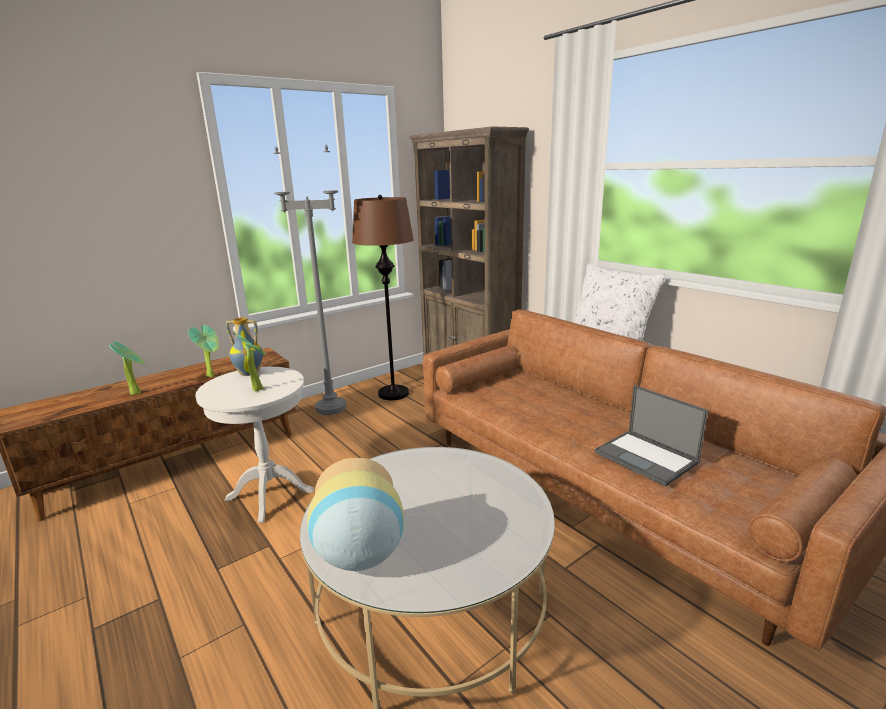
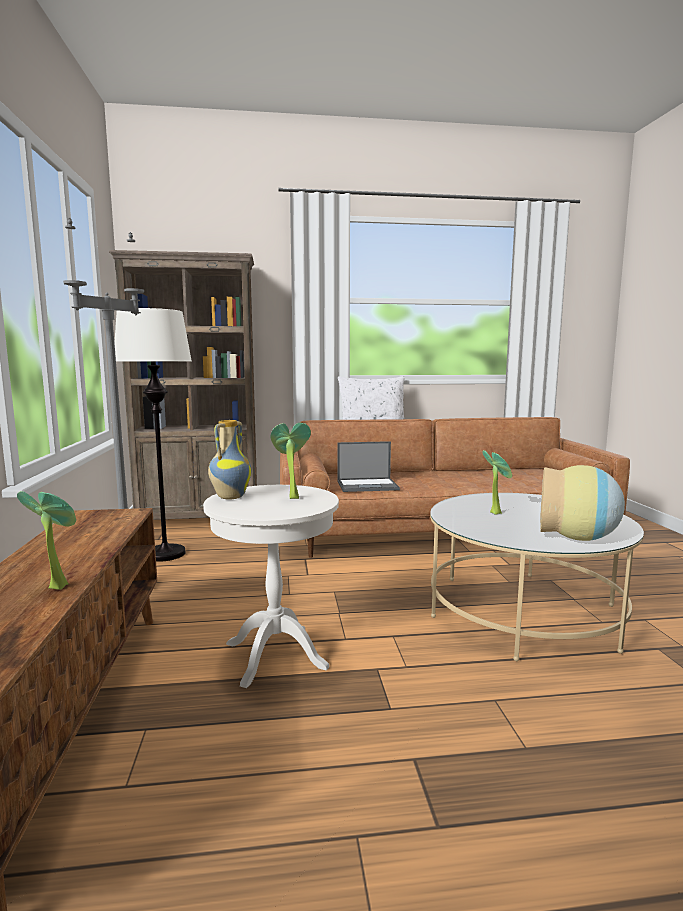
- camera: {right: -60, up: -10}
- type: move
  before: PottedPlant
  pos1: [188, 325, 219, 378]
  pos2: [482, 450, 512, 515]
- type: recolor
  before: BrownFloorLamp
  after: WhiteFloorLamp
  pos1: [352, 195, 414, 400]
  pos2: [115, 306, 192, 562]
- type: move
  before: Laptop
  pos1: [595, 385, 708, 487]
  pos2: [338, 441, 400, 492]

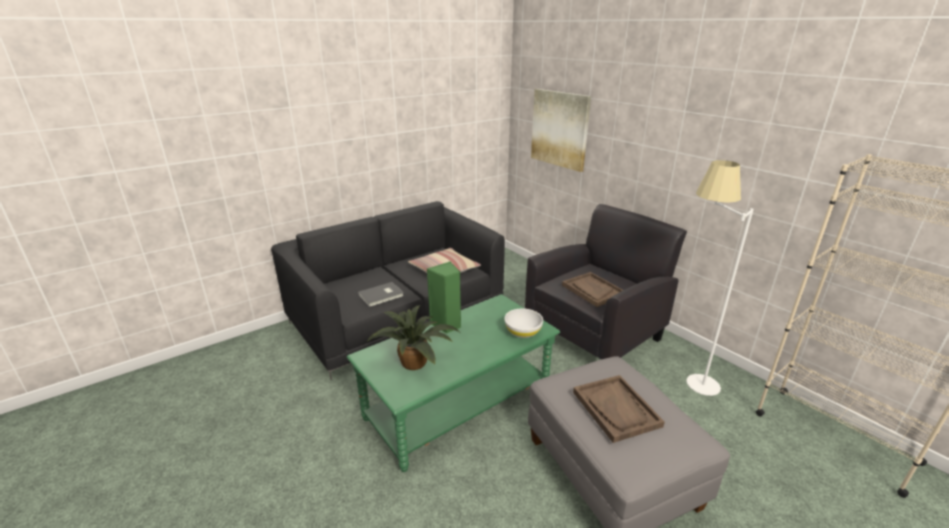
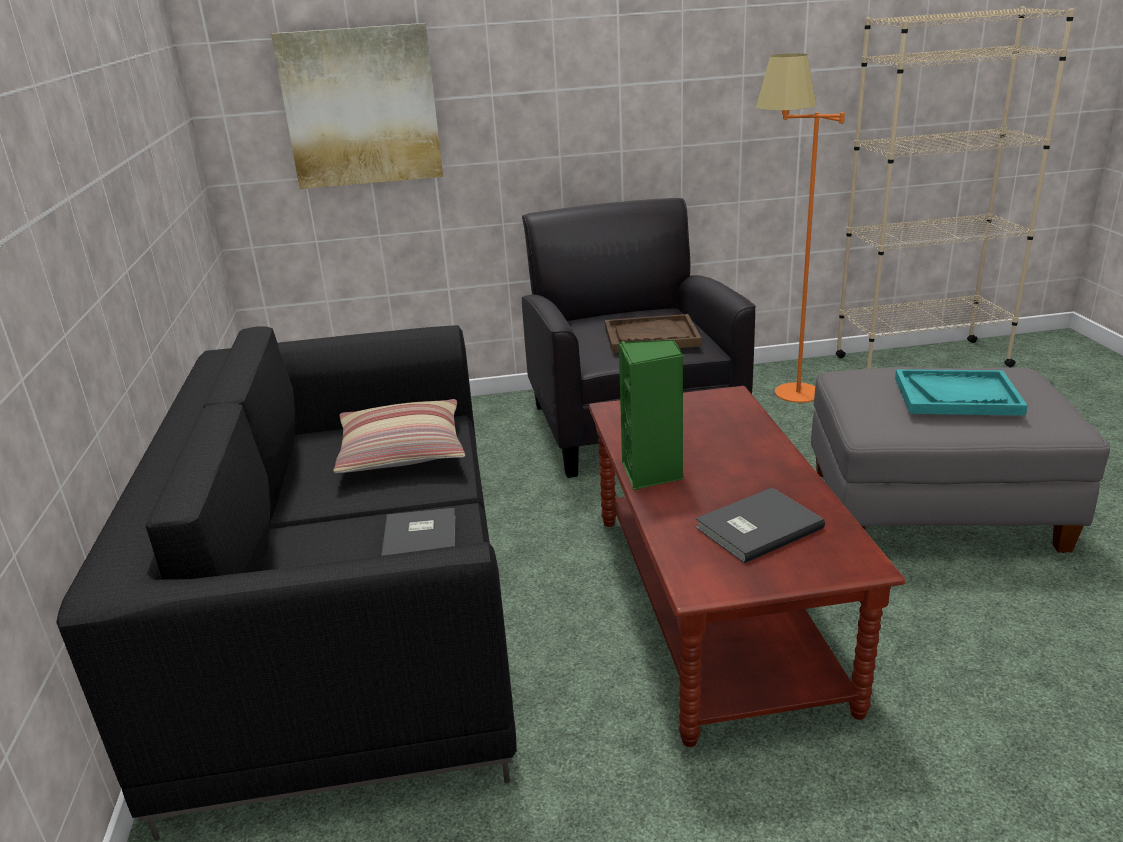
- camera: {right: -60, up: 0}
- type: recolor
  before: GreenCoffeeTable
  after: BrownCoffeeTable
  pos1: [347, 294, 560, 472]
  pos2: [589, 386, 906, 747]
- type: replace
  before: PottedPlant
  after: GreyBook
  pos1: [366, 305, 459, 370]
  pos2: [695, 488, 825, 563]
- type: delete
  before: WhiteBowl
  pos1: [504, 309, 543, 338]
- type: recolor
  before: BrownTray
  after: TurquoiseTray
  pos1: [573, 375, 665, 443]
  pos2: [895, 369, 1028, 416]
- type: recolor
  before: WhiteFloorLamp
  after: OrangeFloorLamp
  pos1: [686, 160, 754, 396]
  pos2: [756, 53, 845, 403]

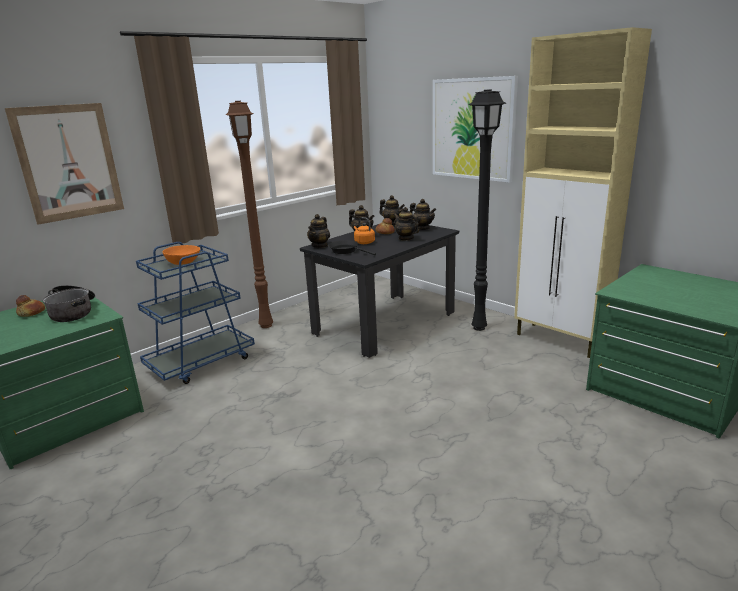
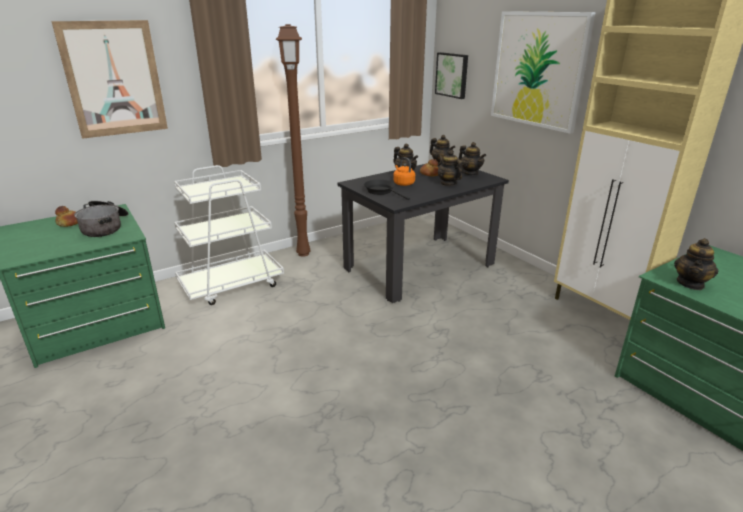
- camera: {right: 10, up: 5}
- type: recolor
  before: BlueCart
  after: WhiteCart
  pos1: [136, 242, 255, 384]
  pos2: [174, 165, 284, 305]
- type: delete
  before: OrangeBowl
  pos1: [163, 245, 200, 265]
- type: move
  before: Teapot
  pos1: [307, 214, 330, 248]
  pos2: [674, 238, 719, 290]
- type: delete
  before: BlackFloorLamp
  pos1: [468, 89, 506, 331]
- type: insert
  after: Picture
  pos2: [435, 52, 468, 99]

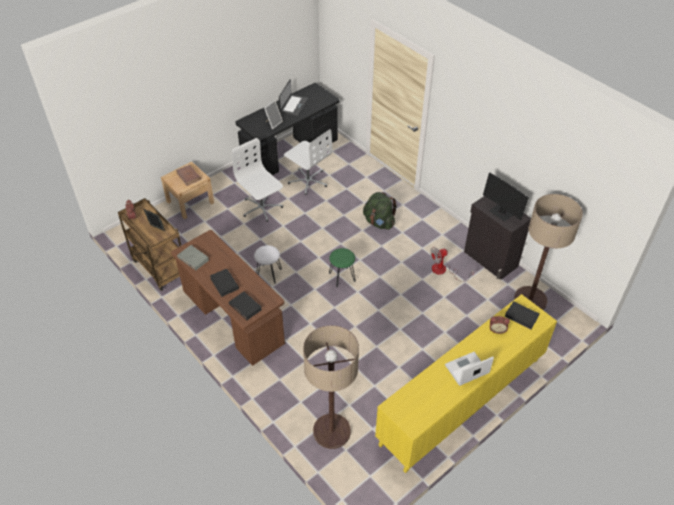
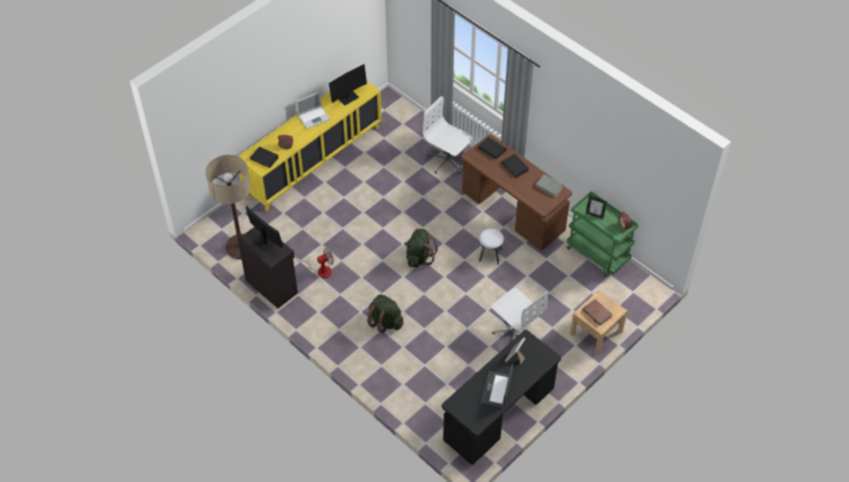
- camera: {right: 175, up: 5}
- type: recolor
  before: BrownCart
  after: GreenCart
  pos1: [118, 198, 181, 291]
  pos2: [567, 191, 639, 277]
- type: move
  before: WhiteOfficeChair
  pos1: [284, 129, 332, 194]
  pos2: [423, 96, 473, 174]
- type: delete
  before: FloorLamp
  pos1: [303, 325, 359, 449]
- type: replace
  before: GreenStool
  after: GreenBackpack
  pos1: [329, 248, 355, 287]
  pos2: [404, 229, 438, 268]
- type: insert
  after: Monitor
  pos2: [329, 64, 367, 105]

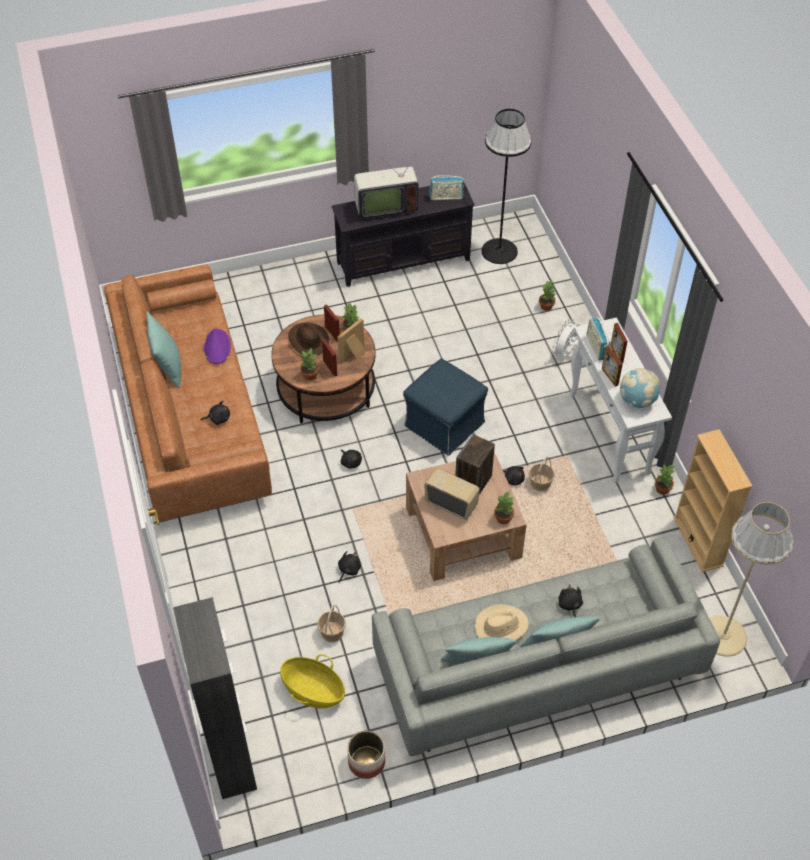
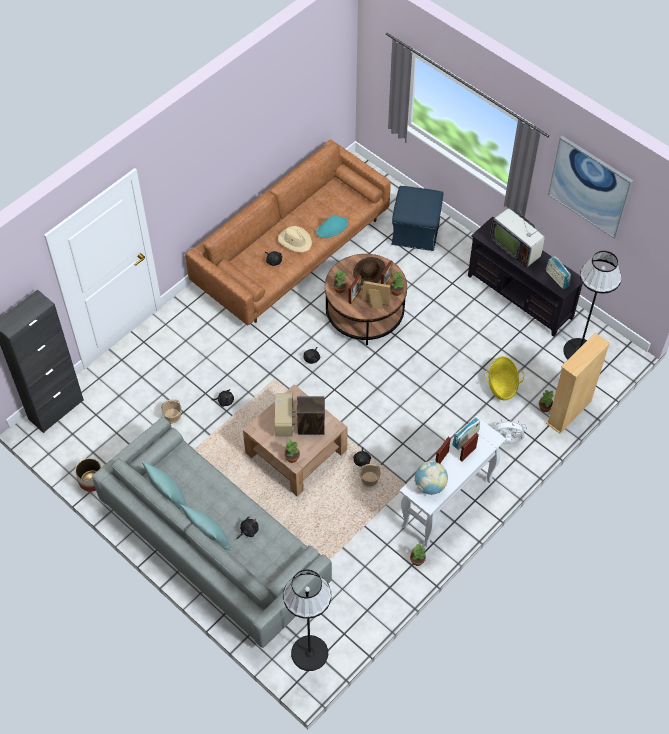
- camera: {right: 60, up: 5}
- type: delete
  before: TurquoisePillow
  pos1: [146, 312, 181, 388]
- type: recolor
  before: PurpleHat
  after: TurquoiseHat
  pos1: [203, 329, 231, 364]
  pos2: [316, 214, 348, 238]
- type: move
  before: Basket
  pos1: [280, 654, 345, 709]
  pos2: [485, 356, 524, 400]
- type: move
  before: BlueOttoman
  pos1: [403, 358, 488, 456]
  pos2: [391, 186, 443, 251]
- type: move
  before: BeigeHat
  pos1: [475, 604, 529, 640]
  pos2: [278, 226, 312, 252]
- type: move
  before: BeigeBookcase
  pos1: [673, 429, 752, 572]
  pos2: [546, 333, 610, 434]
- type: recolor
  before: BeigeFloorLamp
  after: BlackFloorLamp
  pos1: [709, 502, 793, 657]
  pos2: [283, 570, 331, 671]
- type: insert
  after: Picture
  pos2: [548, 136, 633, 239]

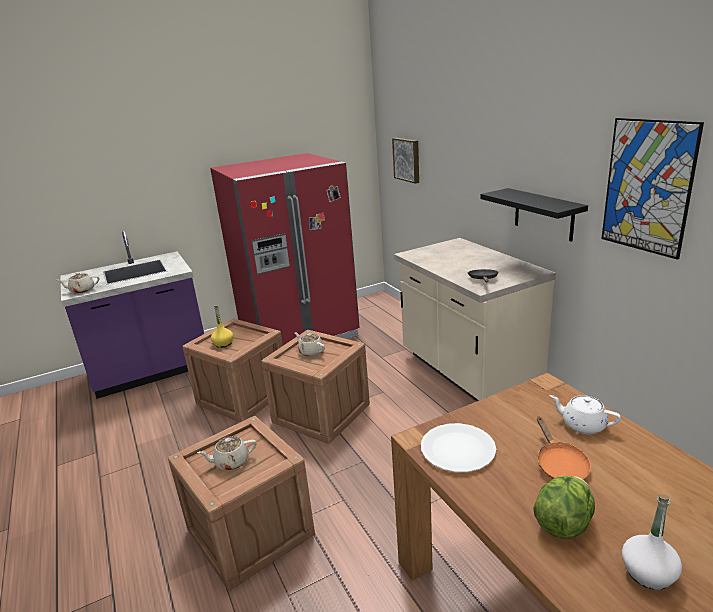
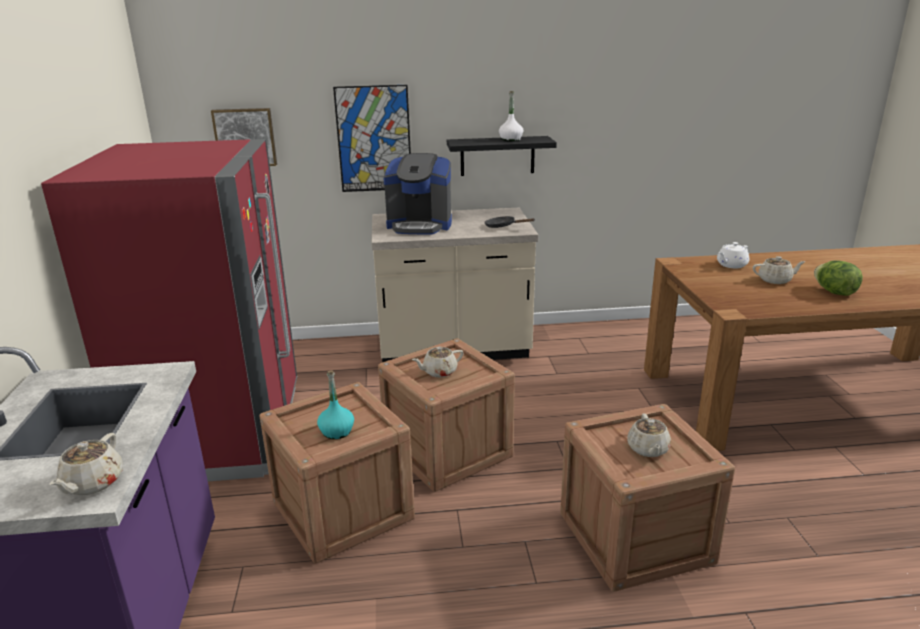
- camera: {right: -70, up: 0}
- type: recolor
  before: YellowBottle
  after: TurquoiseBottle
  pos1: [211, 305, 233, 348]
  pos2: [317, 370, 354, 439]
- type: delete
  before: WhitePlate
  pos1: [421, 423, 496, 472]
- type: replace
  before: OrangeFryingPan
  after: BeigeTeapot
  pos1: [537, 416, 591, 479]
  pos2: [753, 256, 806, 284]
- type: move
  before: Picture
  pos1: [601, 118, 704, 260]
  pos2: [333, 85, 411, 192]
- type: move
  before: WhiteBottle
  pos1: [622, 494, 682, 590]
  pos2: [499, 91, 523, 141]
- type: insert
  after: CoffeeMachine
  pos2: [383, 153, 452, 235]

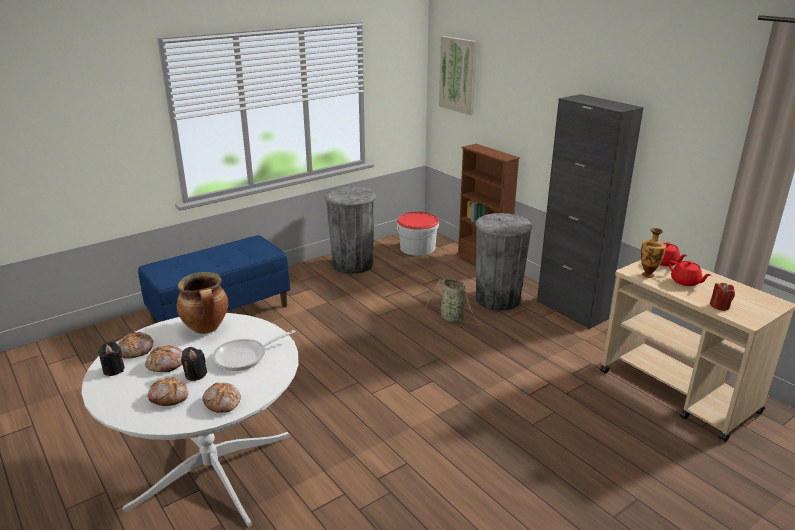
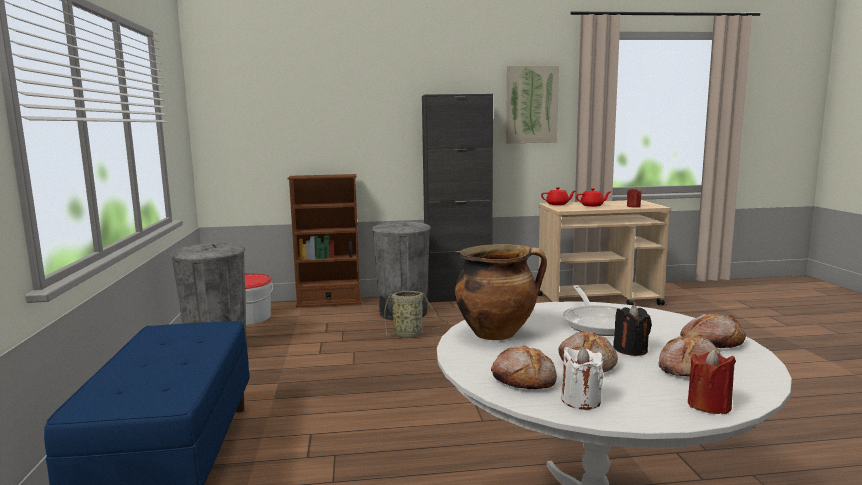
- camera: {right: -60, up: -15}
- type: recolor
  before: BlackCandle
  after: WhiteCandle
  pos1: [98, 342, 125, 376]
  pos2: [561, 347, 604, 410]
- type: move
  before: Picture
  pos1: [439, 36, 477, 115]
  pos2: [506, 66, 559, 144]
- type: delete
  before: Vase
  pos1: [641, 228, 666, 278]
- type: insert
  after: RedCandle
  pos2: [688, 349, 736, 414]

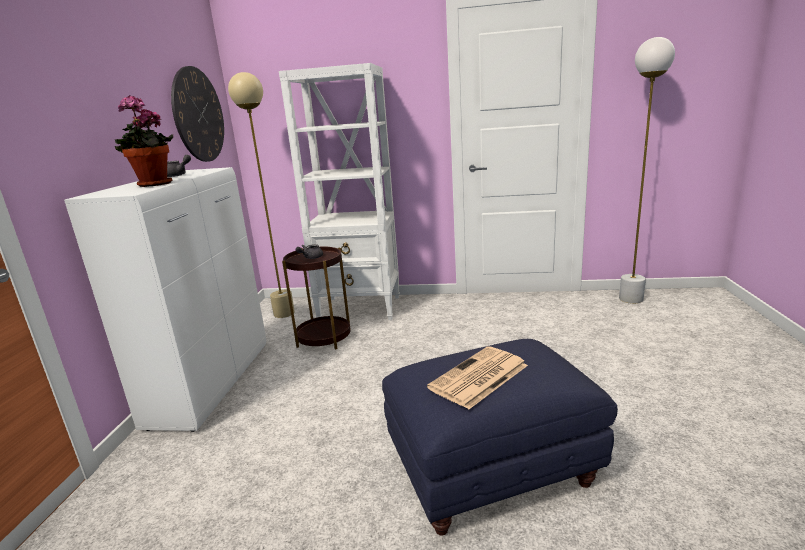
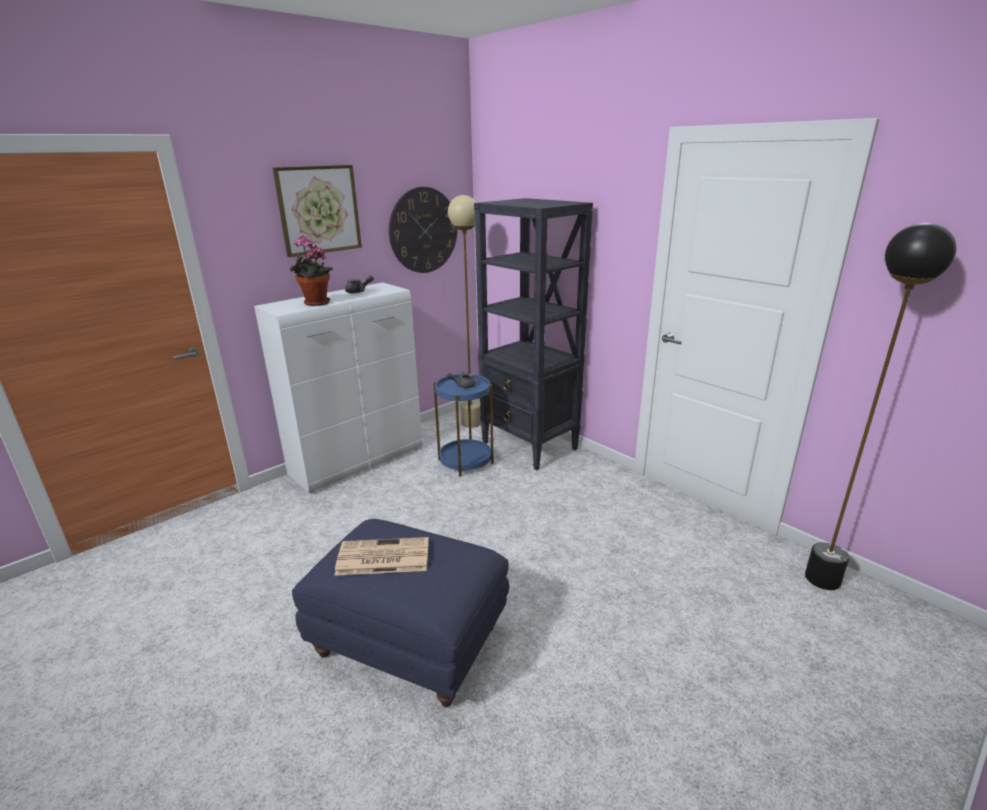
- camera: {right: 40, up: 5}
- type: recolor
  before: WhiteBookcase
  after: BlackBookcase
  pos1: [279, 63, 400, 320]
  pos2: [474, 198, 593, 471]
- type: recolor
  before: BrownSideTable
  after: BlueSideTable
  pos1: [282, 247, 351, 350]
  pos2: [433, 372, 494, 477]
- type: recolor
  before: WhiteFloorLamp
  after: BlackFloorLamp
  pos1: [619, 37, 675, 304]
  pos2: [805, 223, 957, 590]
- type: insert
  after: Picture
  pos2: [273, 165, 362, 257]

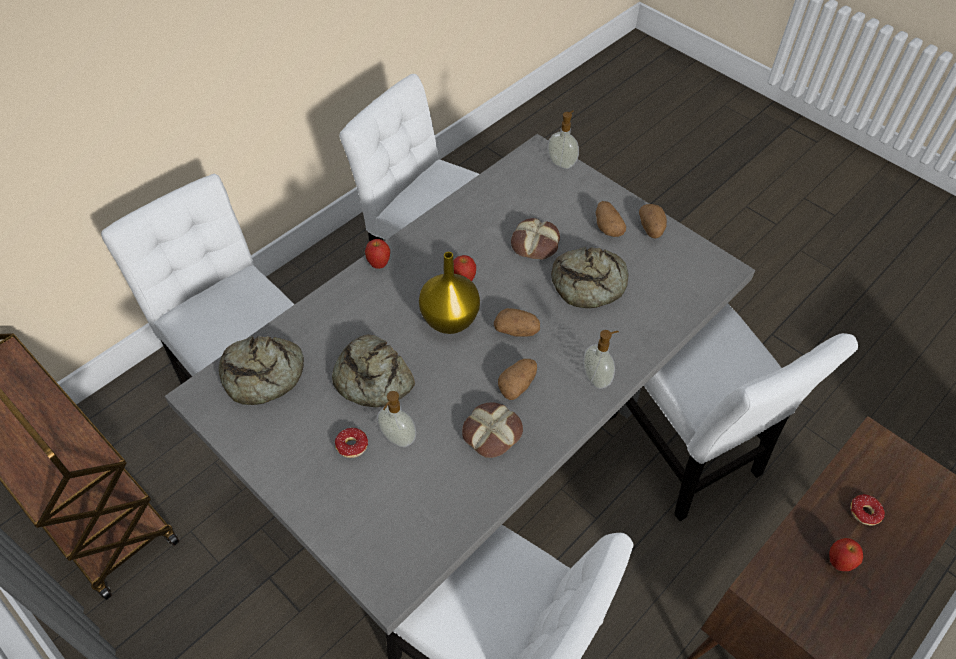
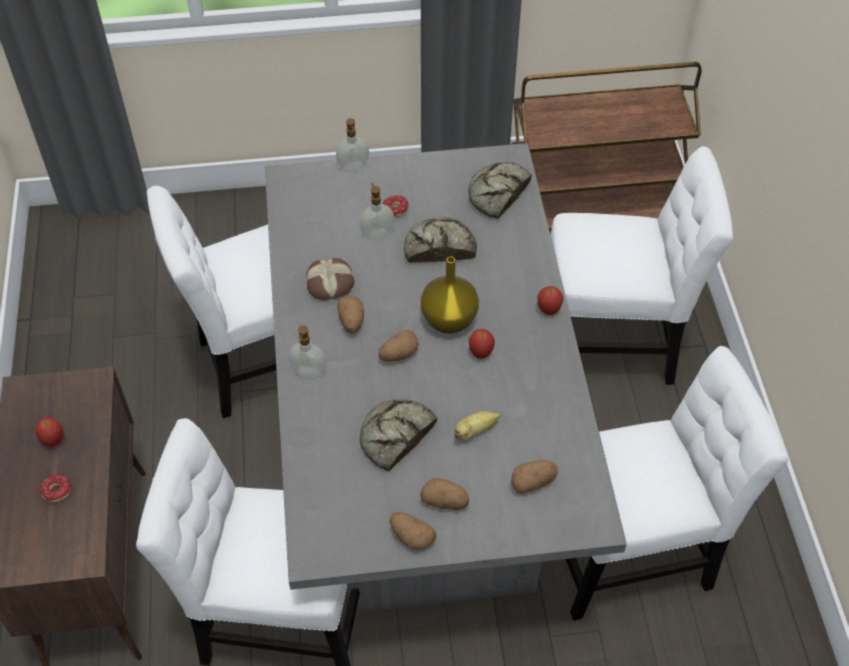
- camera: {right: 130, up: 0}
- type: replace
  before: Bread
  after: Banana
  pos1: [511, 218, 560, 260]
  pos2: [455, 411, 501, 440]
- type: move
  before: SoapDispenser
  pos1: [548, 111, 579, 169]
  pos2: [336, 118, 370, 172]
- type: insert
  after: Potato
  pos2: [511, 460, 558, 493]

